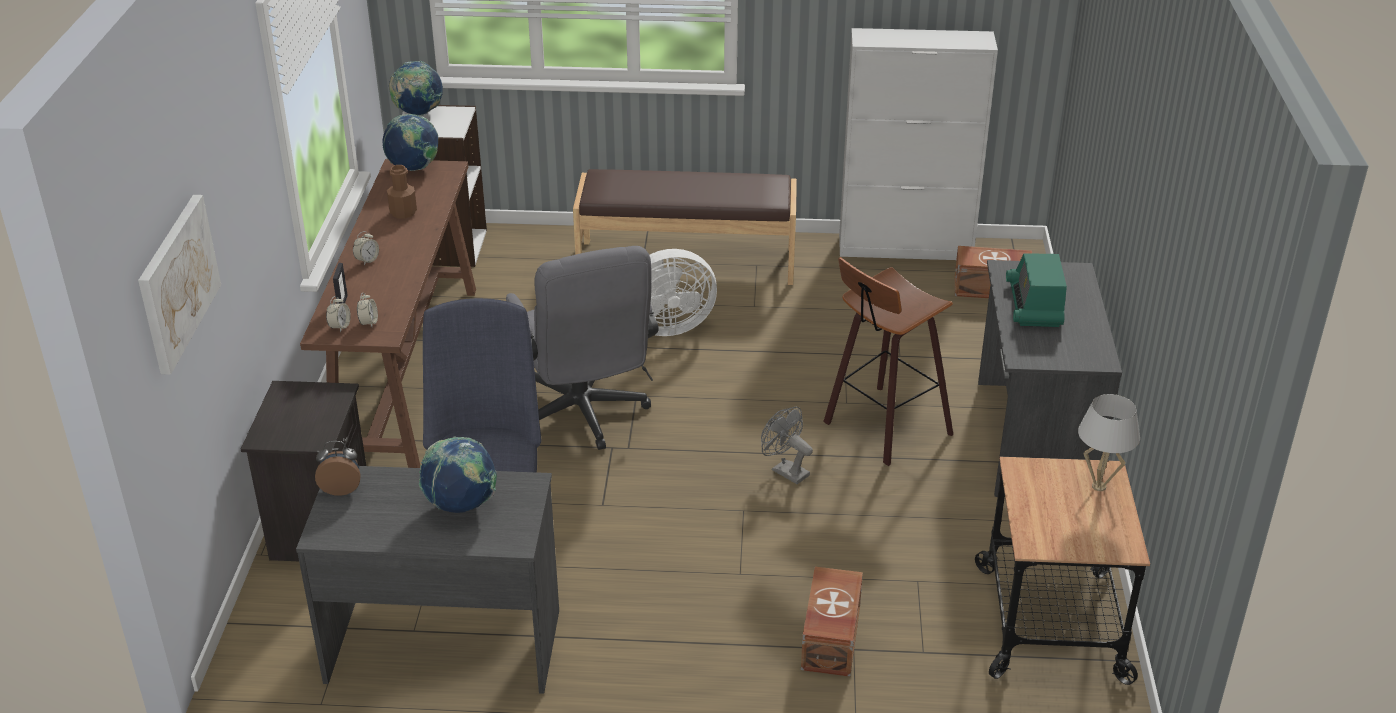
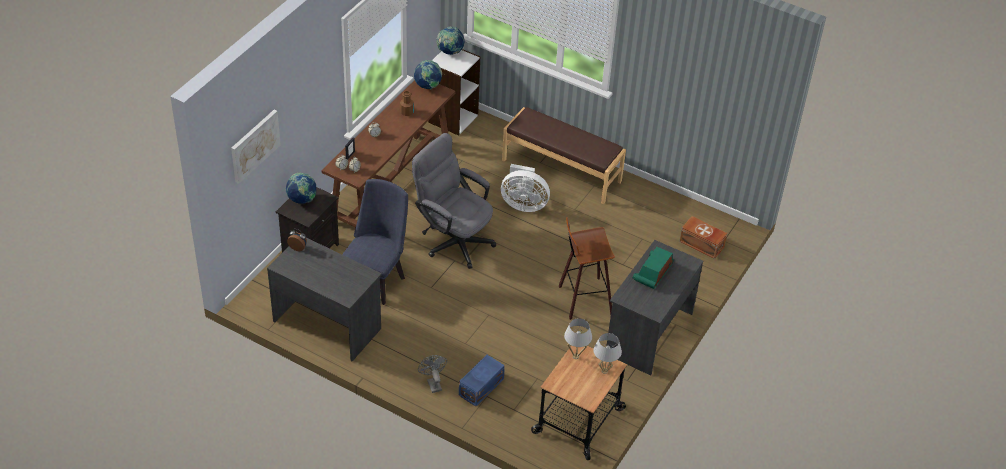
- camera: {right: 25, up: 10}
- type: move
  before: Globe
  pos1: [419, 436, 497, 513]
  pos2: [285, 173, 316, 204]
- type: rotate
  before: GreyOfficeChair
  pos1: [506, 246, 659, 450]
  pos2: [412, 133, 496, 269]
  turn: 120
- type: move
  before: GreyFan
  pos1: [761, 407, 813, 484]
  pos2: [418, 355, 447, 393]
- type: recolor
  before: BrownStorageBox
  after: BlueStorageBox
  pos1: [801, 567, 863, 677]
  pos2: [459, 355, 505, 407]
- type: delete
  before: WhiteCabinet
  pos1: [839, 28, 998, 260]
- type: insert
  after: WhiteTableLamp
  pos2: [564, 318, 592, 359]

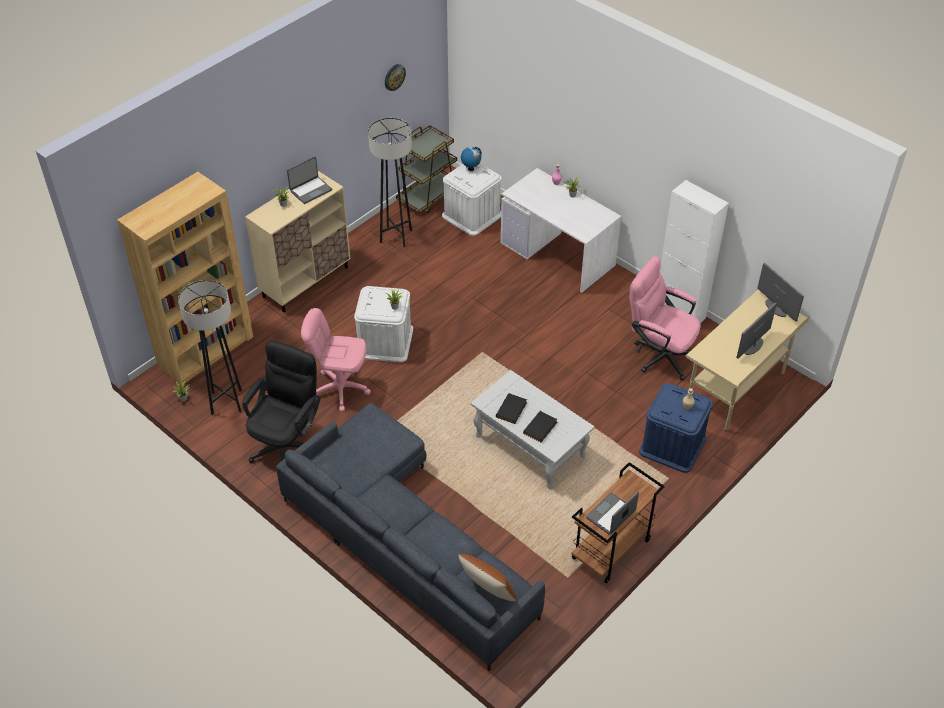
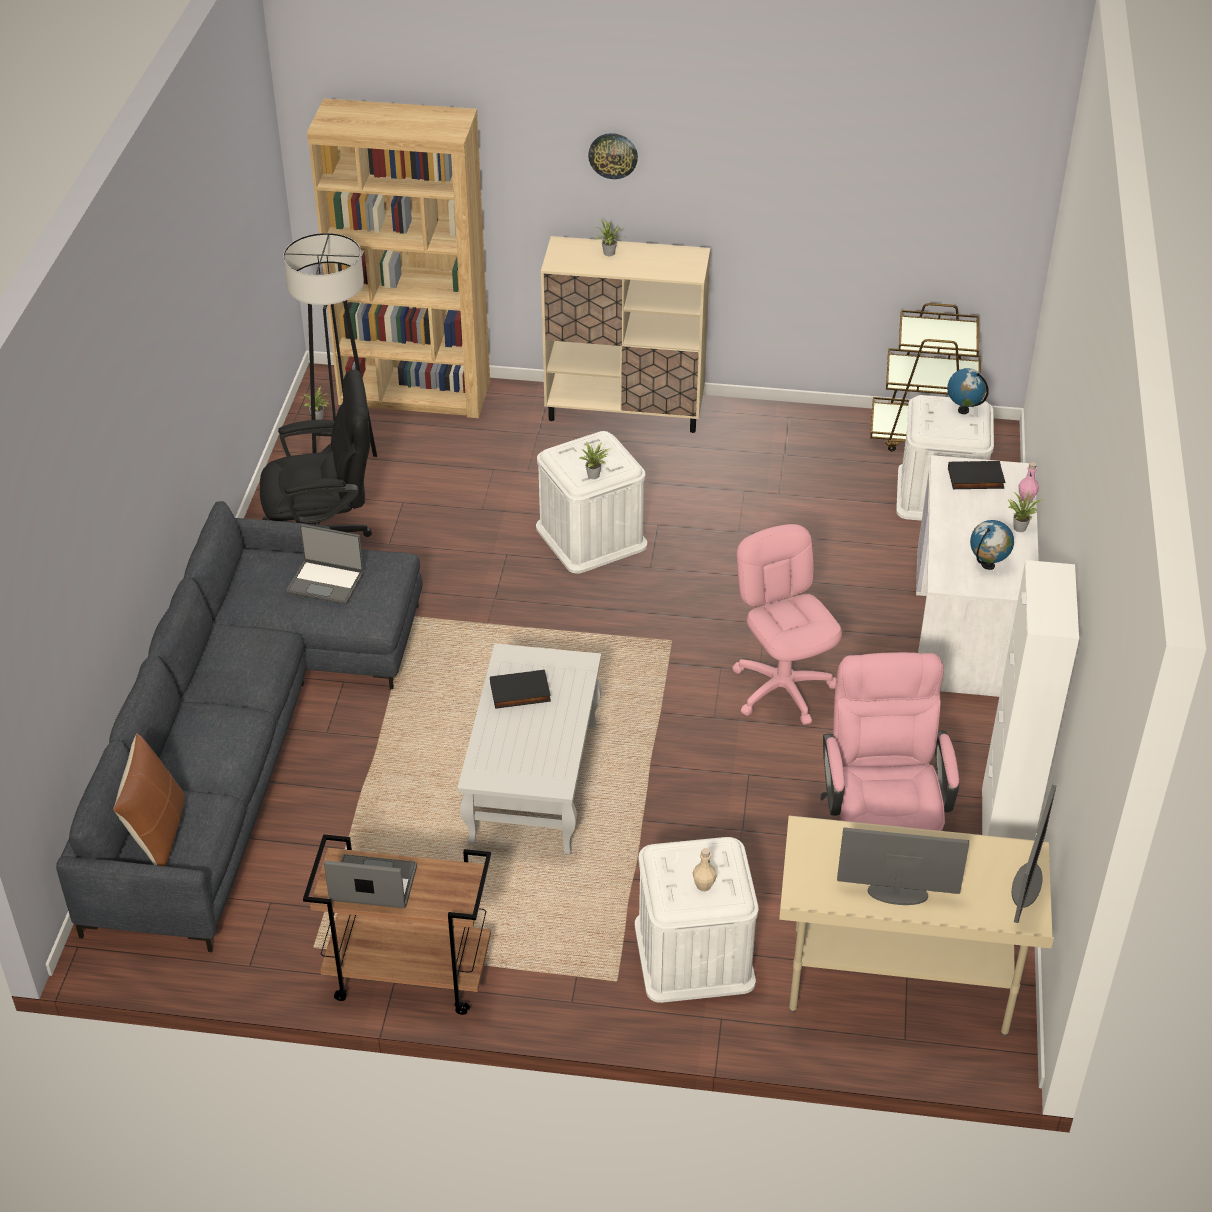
- camera: {right: 55, up: -5}
- type: move
  before: Laptop
  pos1: [287, 156, 332, 204]
  pos2: [287, 524, 364, 604]
- type: move
  before: PinkOfficeChair
  pos1: [301, 308, 371, 412]
  pos2: [732, 524, 842, 725]
- type: delete
  before: GreyFloorLamp
  pos1: [368, 118, 412, 247]
- type: move
  before: WallClock
  pos1: [385, 64, 406, 91]
  pos2: [588, 133, 638, 179]
- type: move
  before: BlackBook
  pos1: [523, 411, 558, 442]
  pos2: [948, 461, 1005, 489]
- type: recolor
  before: BlueStorageBox
  after: WhiteStorageBox
  pos1: [639, 384, 713, 473]
  pos2: [635, 837, 758, 1003]
- type: insert
  after: Globe
  pos2: [970, 520, 1014, 570]

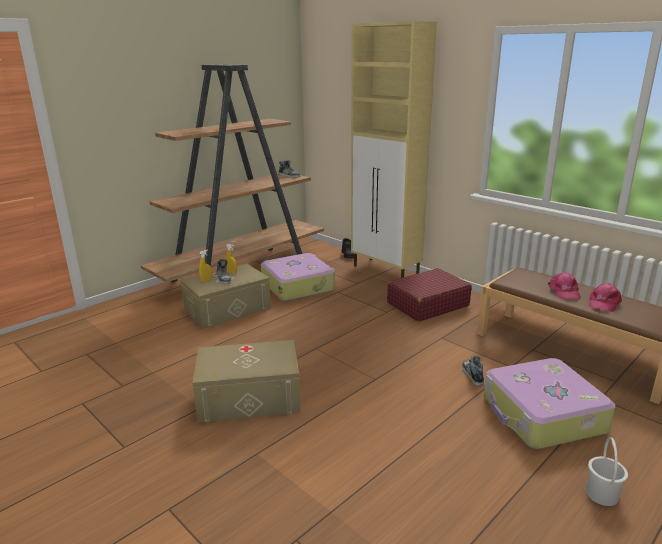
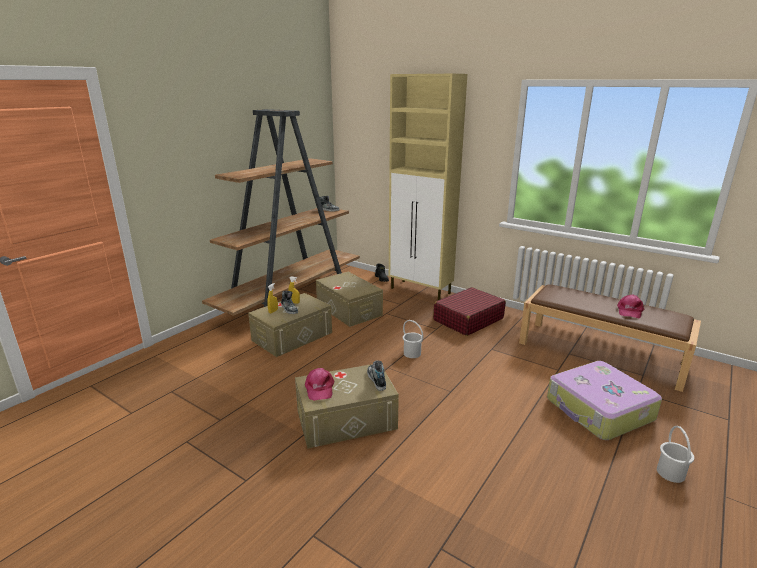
- camera: {right: -10, up: 0}
- type: replace
  before: Suitcase
  after: BeigeStorageBox
  pos1: [261, 253, 335, 301]
  pos2: [316, 272, 383, 327]
- type: move
  before: Shoe
  pos1: [462, 356, 484, 386]
  pos2: [367, 360, 386, 391]
- type: move
  before: PinkCap
  pos1: [548, 272, 581, 299]
  pos2: [305, 368, 334, 400]
- type: insert
  after: WhiteBucket
  pos2: [403, 320, 423, 358]

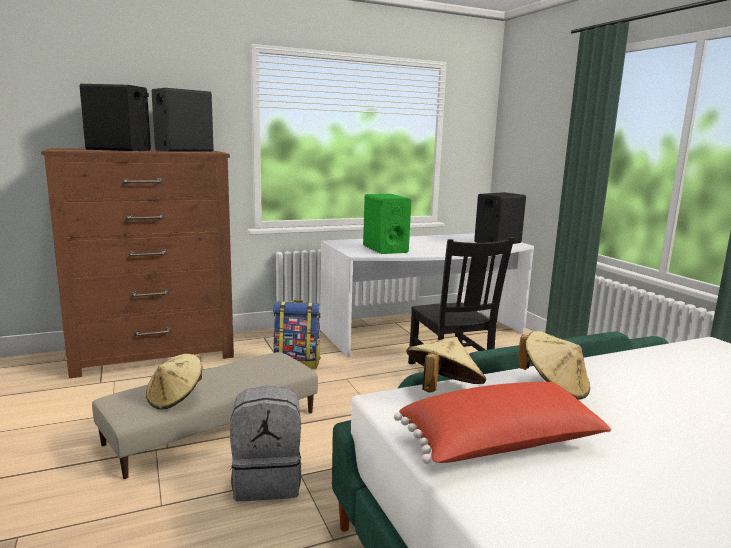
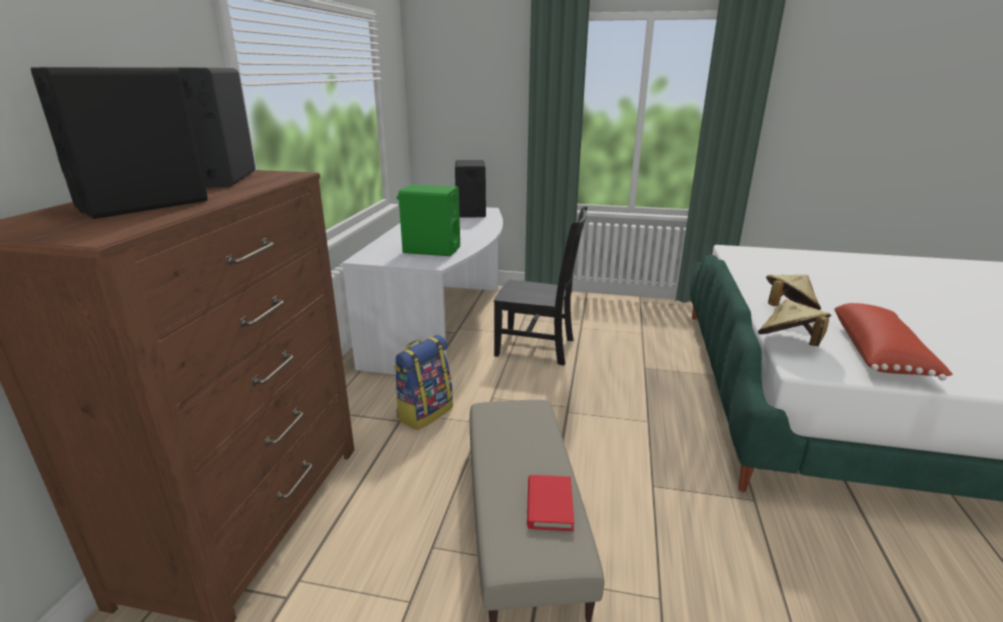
- camera: {right: -55, up: 10}
- type: replace
  before: BeigeHat
  after: RedBook
  pos1: [146, 354, 202, 410]
  pos2: [527, 475, 574, 531]
- type: delete
  before: GreyBackpack
  pos1: [230, 386, 302, 501]

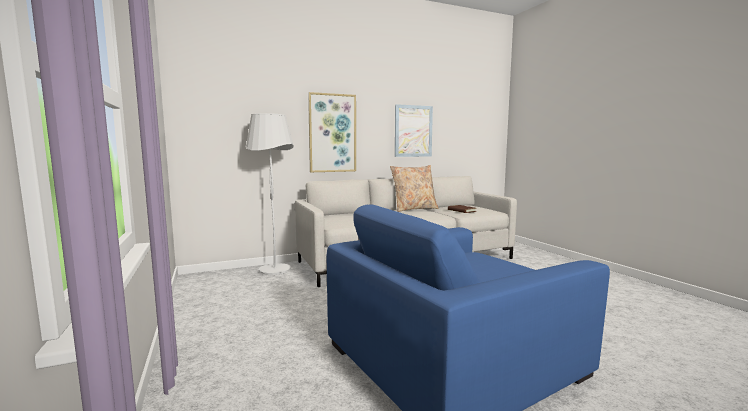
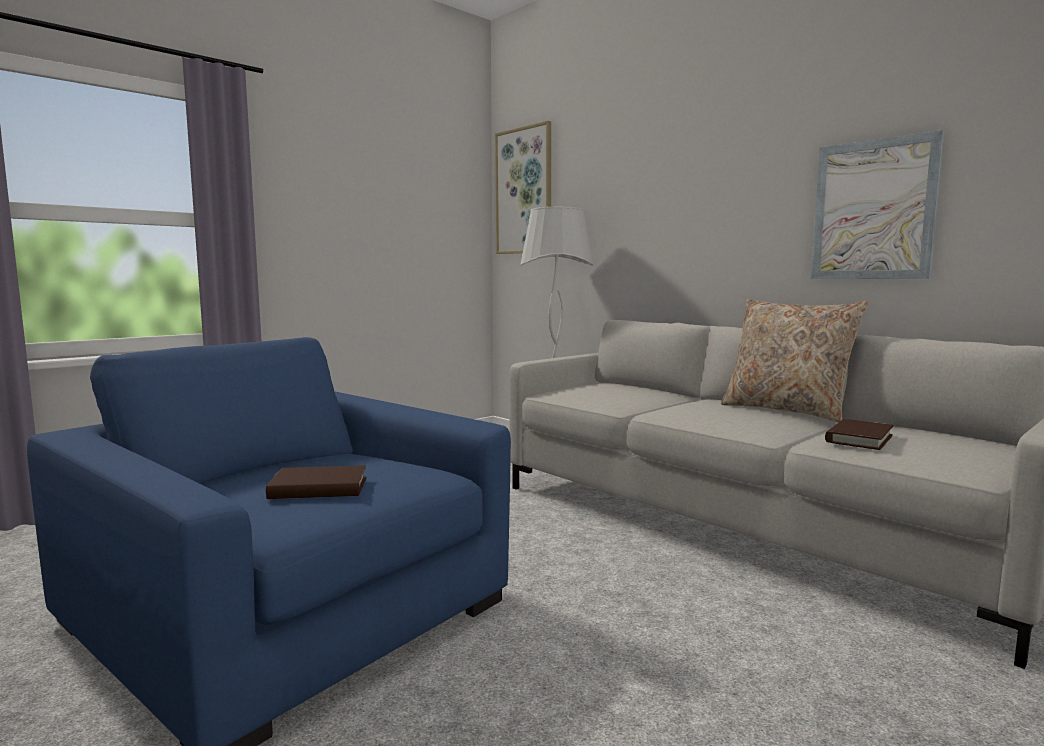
- camera: {right: 70, up: 0}
- type: move
  before: Picture
  pos1: [308, 92, 356, 172]
  pos2: [495, 121, 551, 254]
- type: insert
  after: BrownBook
  pos2: [266, 465, 366, 499]

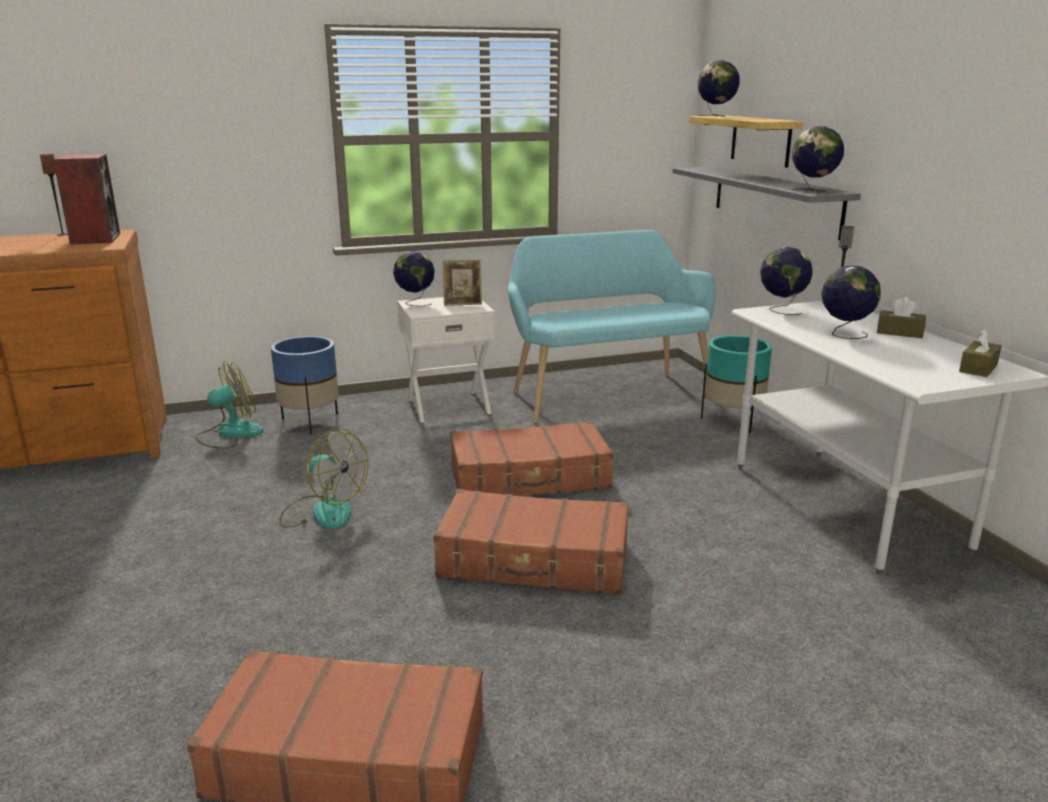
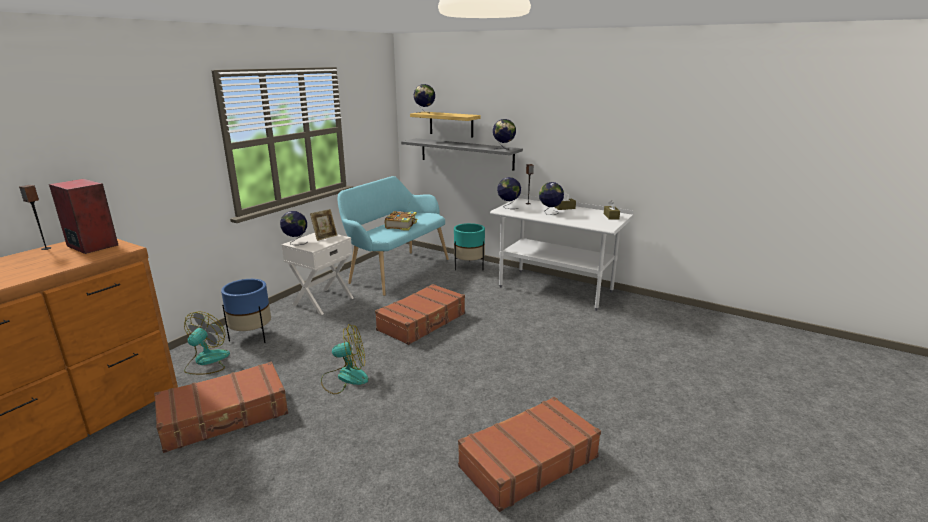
- camera: {right: -40, up: 0}
- type: move
  before: BrownSuitcase
  pos1: [433, 489, 629, 595]
  pos2: [154, 361, 288, 453]
- type: insert
  after: Book
  pos2: [385, 211, 418, 231]

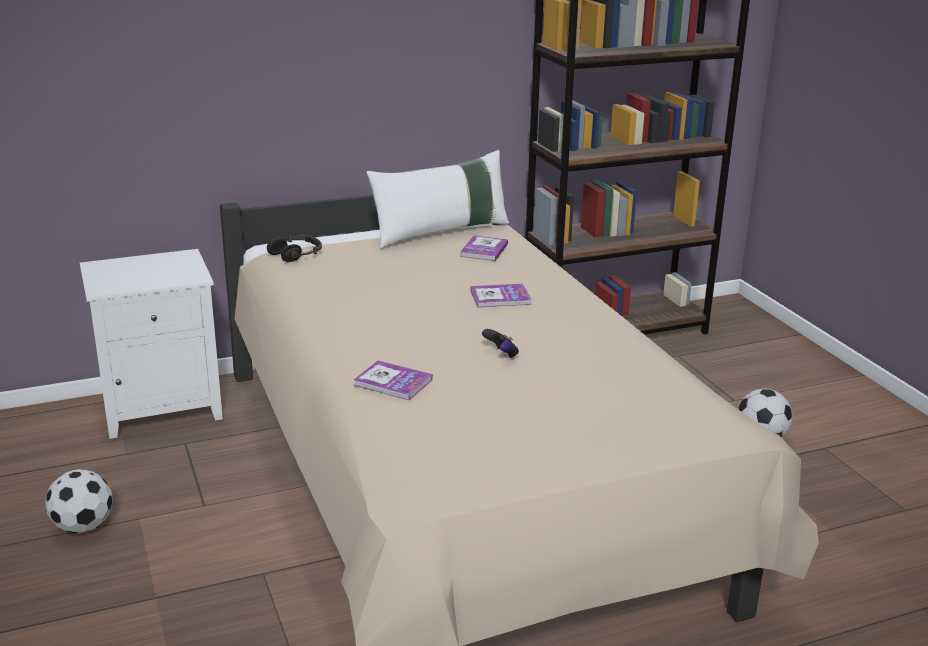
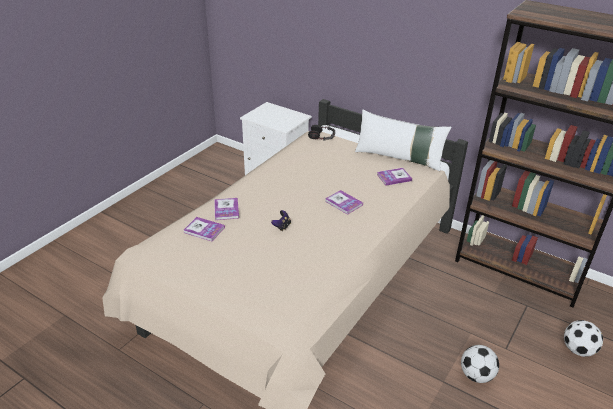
- camera: {right: 55, up: 10}
- type: move
  before: Football
  pos1: [45, 469, 113, 534]
  pos2: [564, 320, 603, 357]
- type: insert
  after: Book
  pos2: [184, 217, 225, 241]

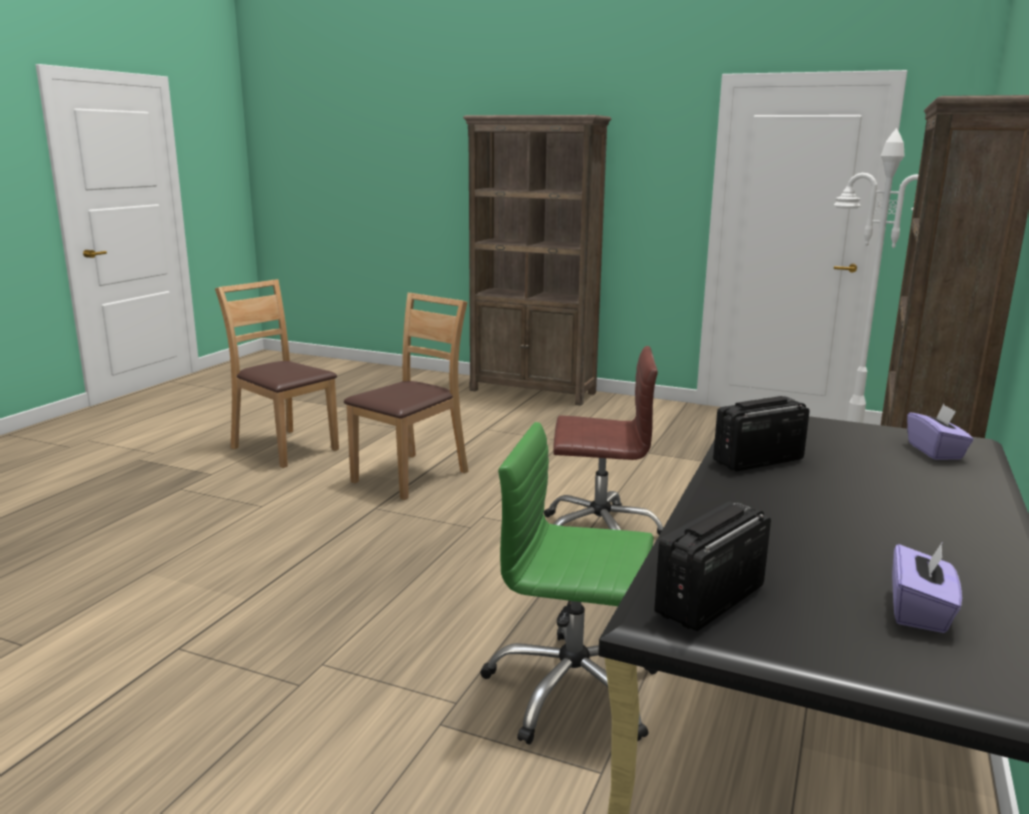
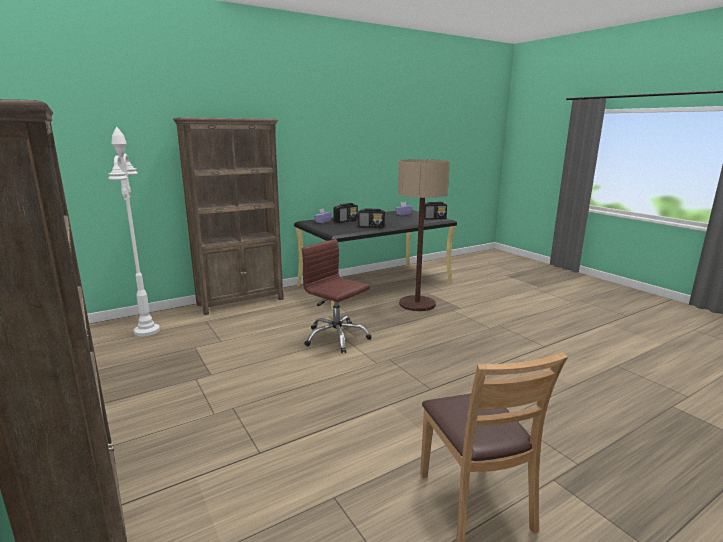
- camera: {right: -145, up: 0}
- type: delete
  before: BrownChair
  pos1: [344, 293, 468, 500]
- type: replace
  before: GreenOfficeChair
  after: FloorLamp
  pos1: [480, 422, 657, 745]
  pos2: [398, 159, 450, 311]
- type: insert
  after: Radio
  pos2: [333, 203, 358, 223]

